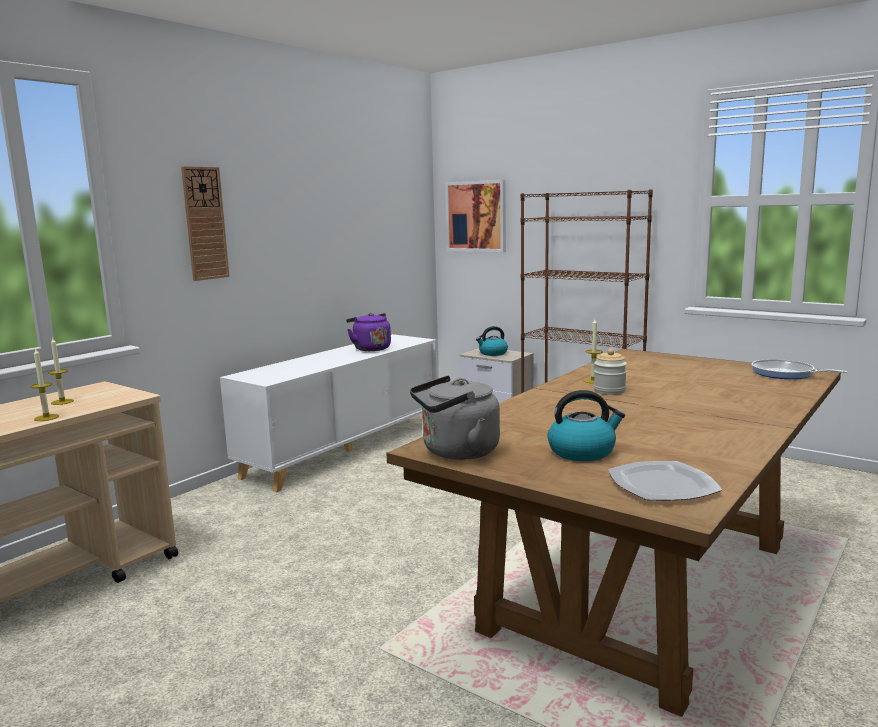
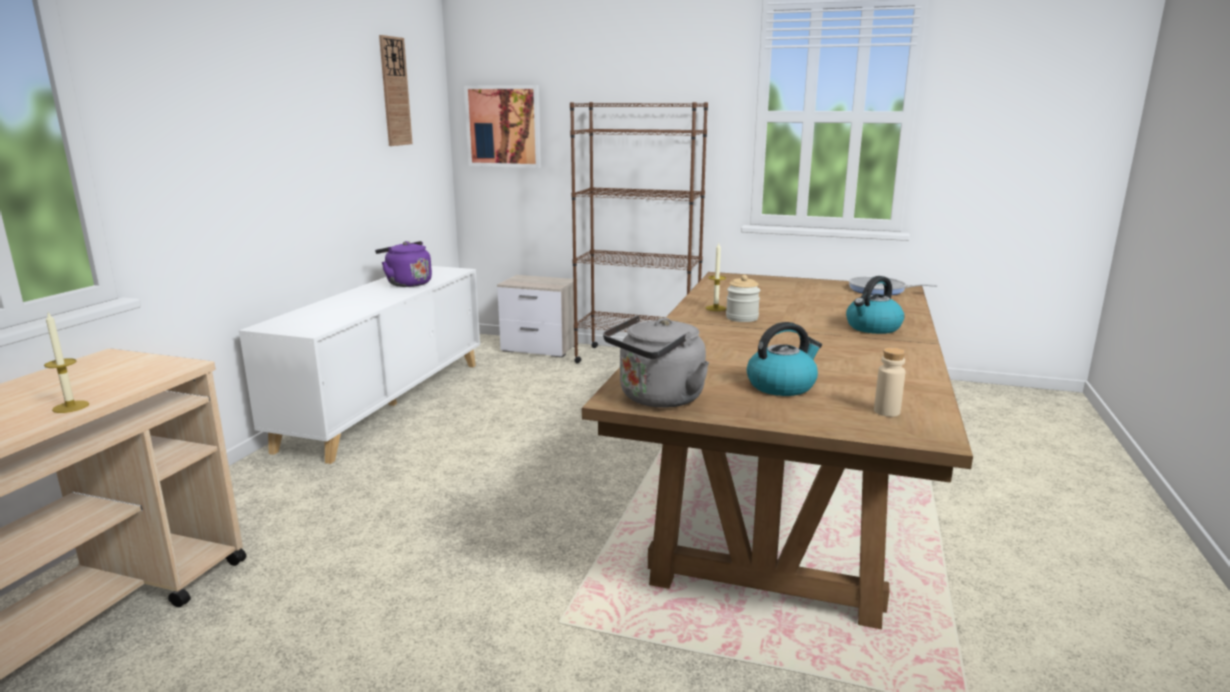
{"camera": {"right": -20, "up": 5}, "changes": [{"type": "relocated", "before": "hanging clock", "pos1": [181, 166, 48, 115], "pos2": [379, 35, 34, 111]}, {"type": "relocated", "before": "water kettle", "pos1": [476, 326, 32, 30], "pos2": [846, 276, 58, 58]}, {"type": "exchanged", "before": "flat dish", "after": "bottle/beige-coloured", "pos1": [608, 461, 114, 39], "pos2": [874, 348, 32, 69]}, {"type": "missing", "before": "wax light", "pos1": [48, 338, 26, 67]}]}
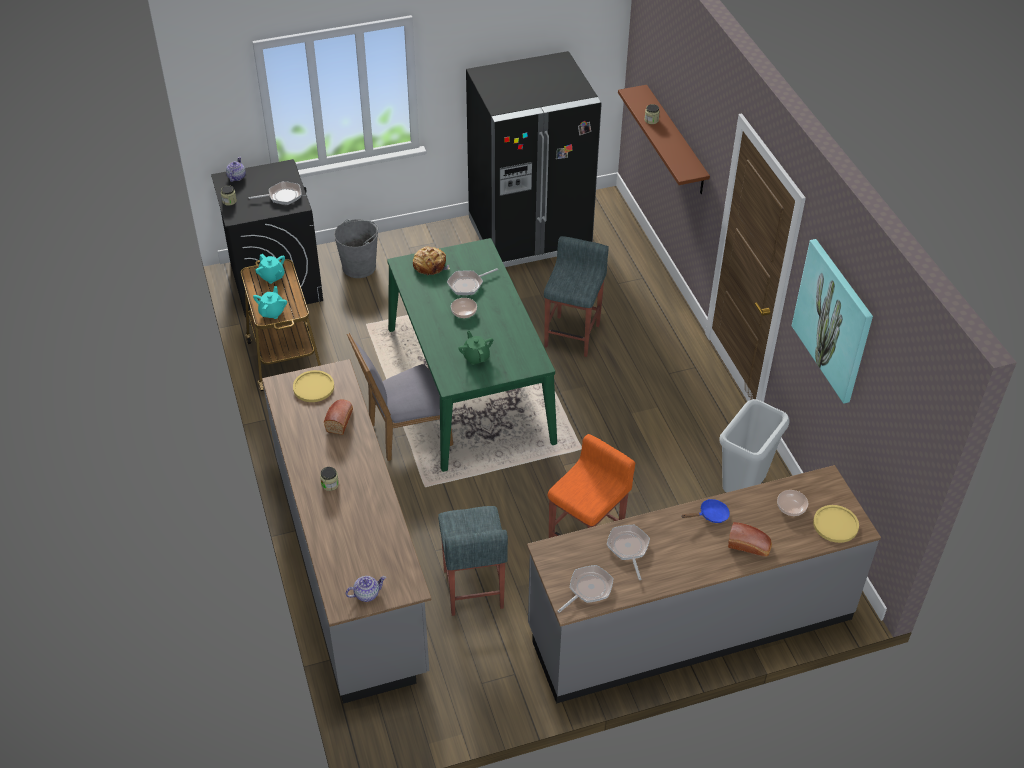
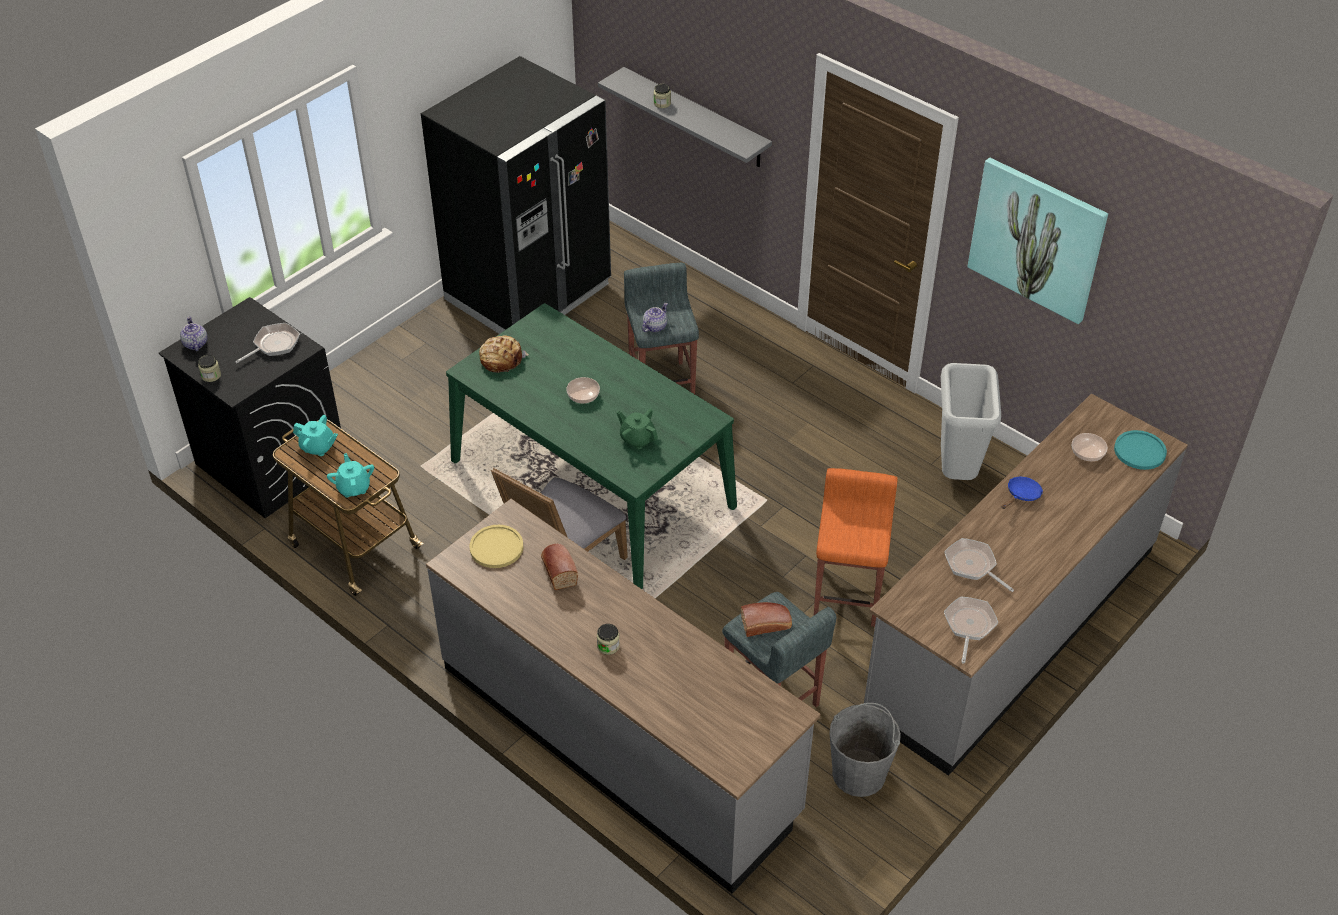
{"camera": {"right": -30, "up": 0}, "changes": [{"type": "colour", "before": "wall shelf/brownish", "after": "wall shelf/grey", "pos1": [618, 85, 92, 109], "pos2": [598, 67, 174, 100]}, {"type": "relocated", "before": "pot for tea", "pos1": [346, 576, 40, 26], "pos2": [642, 303, 26, 29]}, {"type": "relocated", "before": "baked bread", "pos1": [728, 522, 44, 35], "pos2": [741, 602, 51, 35]}, {"type": "relocated", "before": "bucket/grey", "pos1": [334, 219, 44, 59], "pos2": [829, 703, 72, 94]}, {"type": "colour", "before": "flat dish/yellow", "after": "flat dish/turquoise-coloured", "pos1": [813, 505, 46, 38], "pos2": [1114, 430, 53, 40]}, {"type": "missing", "before": "skillet", "pos1": [447, 268, 51, 27]}]}
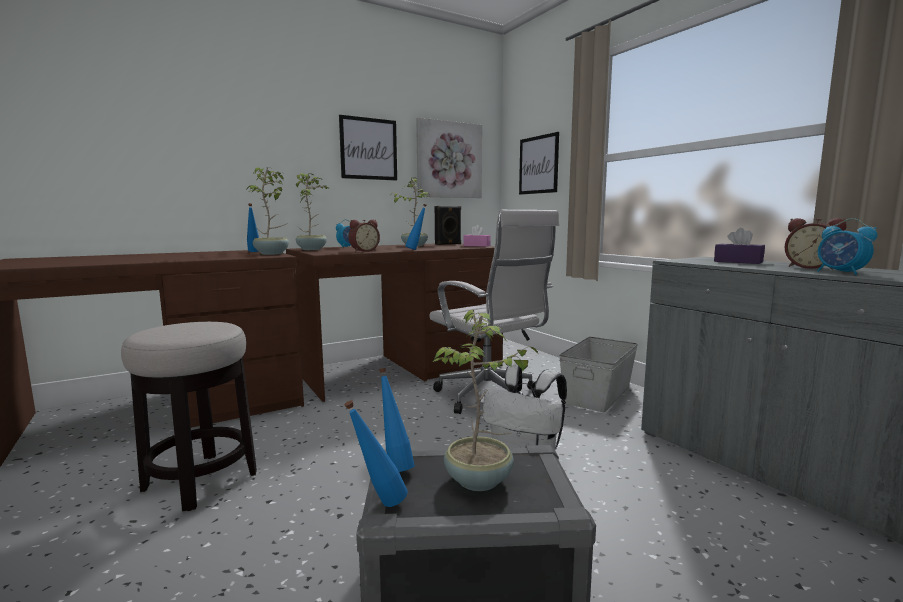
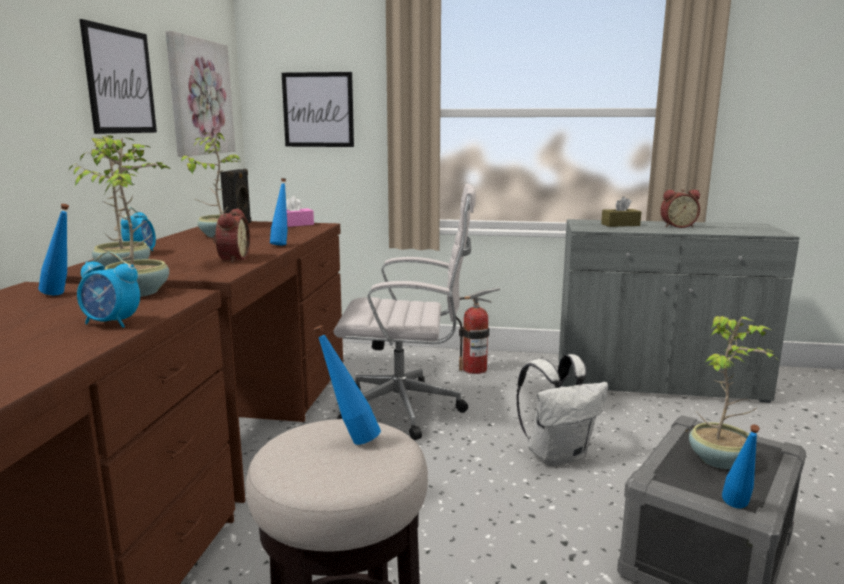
{"camera": {"right": -50, "up": 5}, "changes": [{"type": "relocated", "before": "table clock", "pos1": [817, 218, 60, 57], "pos2": [77, 252, 63, 76]}, {"type": "relocated", "before": "bottle/bluish", "pos1": [379, 368, 36, 104], "pos2": [313, 325, 68, 120]}, {"type": "exchanged", "before": "storage container/grey", "after": "fire-fighting cylinder", "pos1": [559, 337, 79, 75], "pos2": [456, 288, 44, 86]}, {"type": "colour", "before": "tissue box/purple", "after": "tissue box/brownish", "pos1": [714, 228, 51, 36], "pos2": [601, 196, 40, 31]}]}
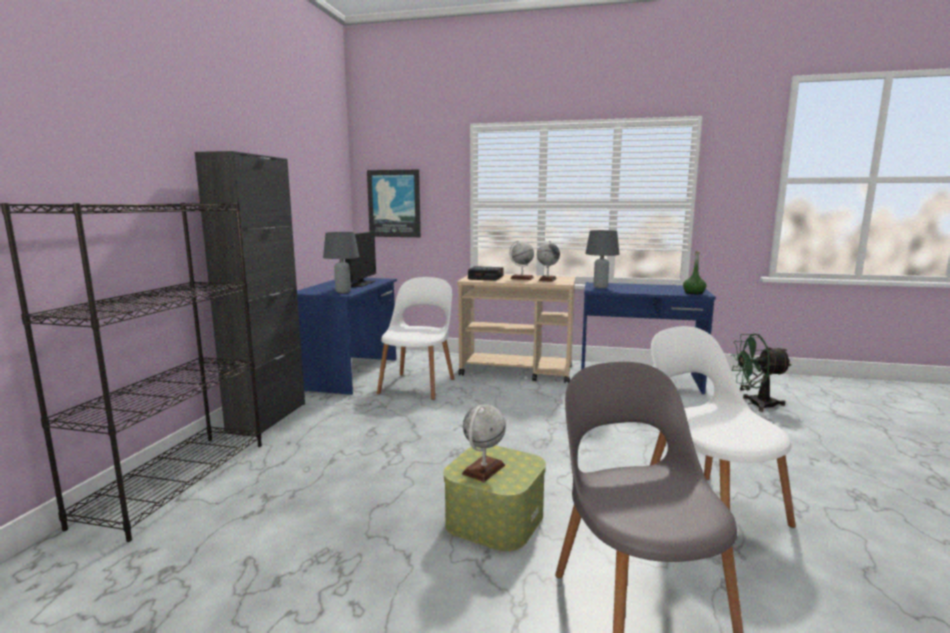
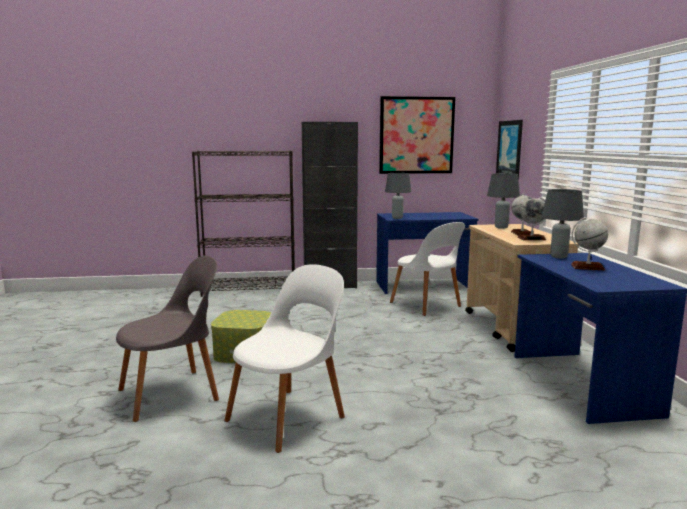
{"camera": {"right": 70, "up": 0}, "changes": [{"type": "appeared", "after": "wall picture", "pos2": [379, 96, 76, 78]}, {"type": "spun", "before": "chair/whitish", "pos1": [377, 277, 77, 123], "pos2": [390, 222, 75, 94], "turn": 60}, {"type": "exchanged", "before": "table clock", "after": "tabletop lamp/grey", "pos1": [468, 266, 36, 15], "pos2": [487, 173, 33, 56]}, {"type": "relocated", "before": "globe", "pos1": [462, 404, 44, 78], "pos2": [571, 217, 37, 53]}, {"type": "missing", "before": "computer screen", "pos1": [345, 232, 31, 55]}, {"type": "missing", "before": "bottle/green", "pos1": [683, 251, 24, 43]}, {"type": "missing", "before": "electric fan/green", "pos1": [731, 334, 61, 78]}]}
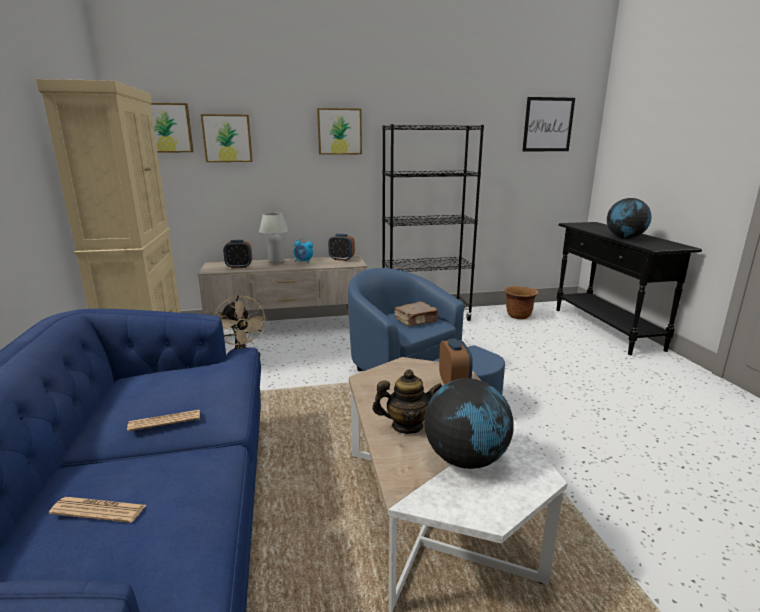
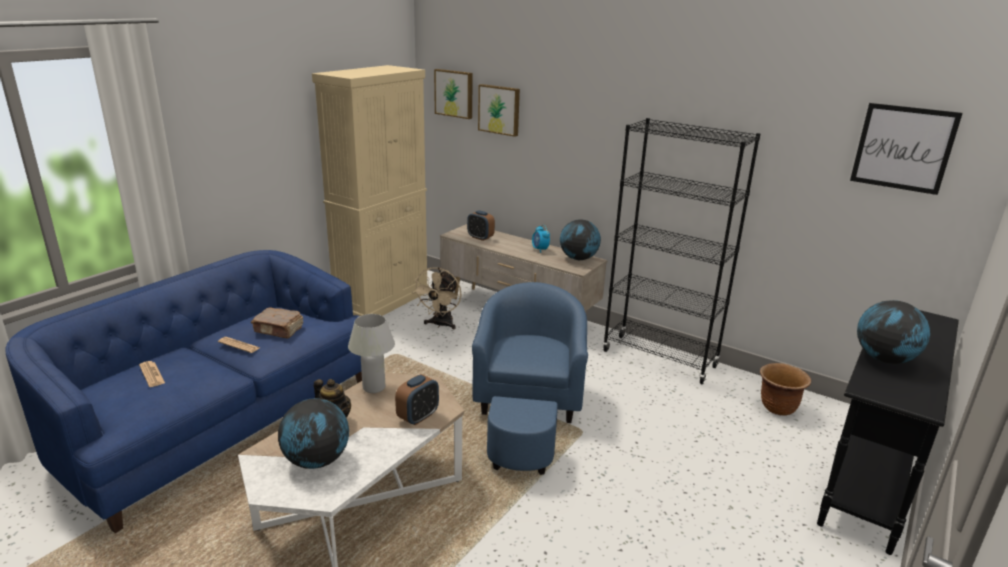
{"camera": {"right": 45, "up": 5}, "changes": [{"type": "relocated", "before": "book/brownish", "pos1": [395, 302, 43, 24], "pos2": [251, 307, 52, 32]}, {"type": "relocated", "before": "tabletop lamp/whitish", "pos1": [259, 213, 30, 51], "pos2": [348, 314, 47, 79]}, {"type": "exchanged", "before": "table clock", "after": "globe", "pos1": [328, 234, 27, 27], "pos2": [560, 219, 41, 41]}, {"type": "missing", "before": "wall picture", "pos1": [317, 108, 45, 47]}]}
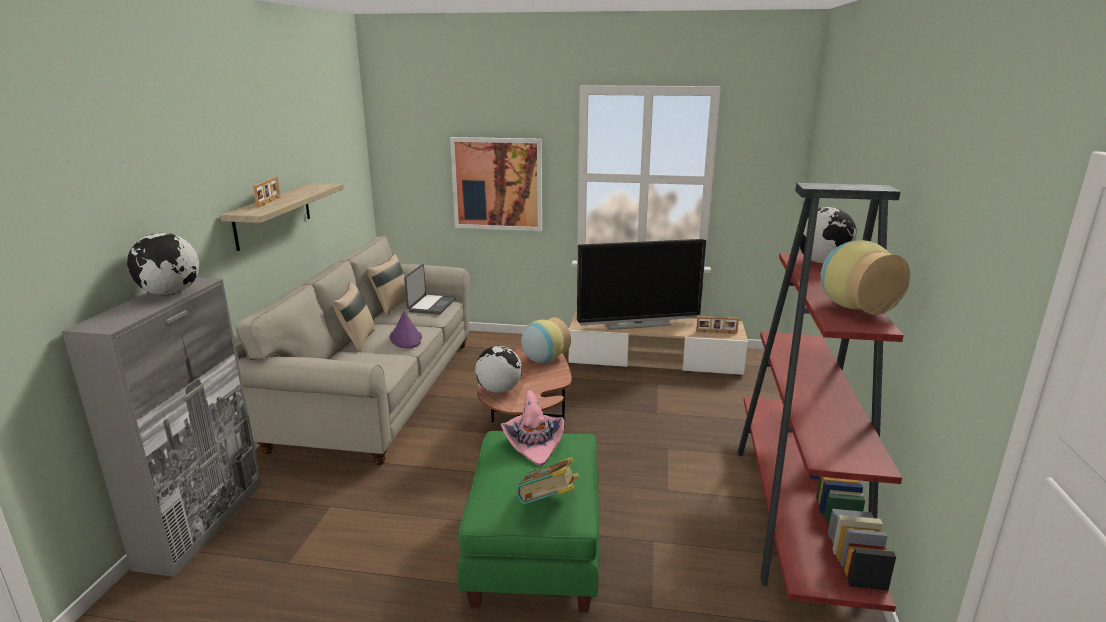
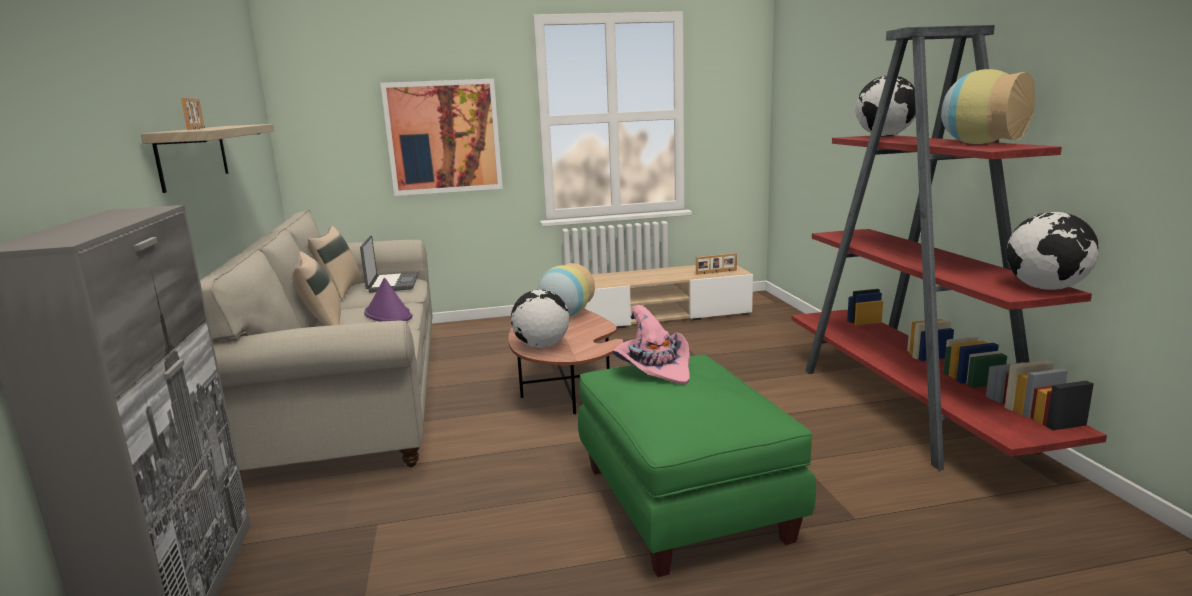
{"camera": {"right": -20, "up": -5}, "changes": [{"type": "relocated", "before": "globe", "pos1": [127, 233, 72, 62], "pos2": [1006, 212, 93, 78]}, {"type": "missing", "before": "book", "pos1": [516, 457, 63, 47]}, {"type": "missing", "before": "TV set", "pos1": [577, 239, 129, 91]}]}
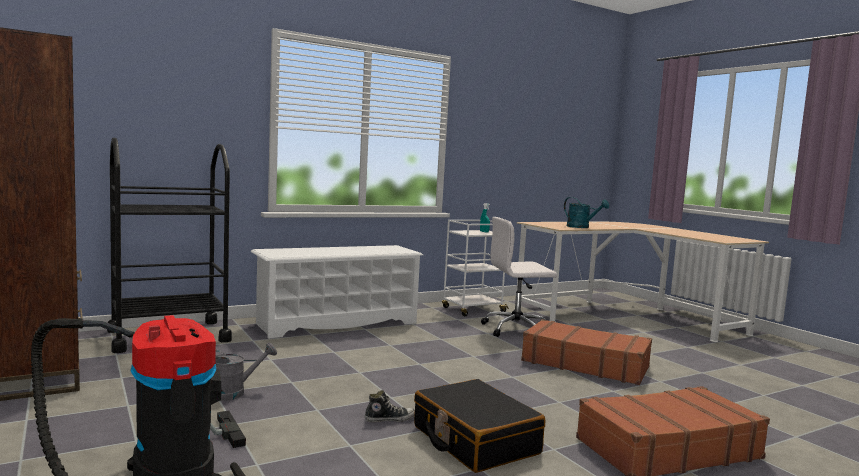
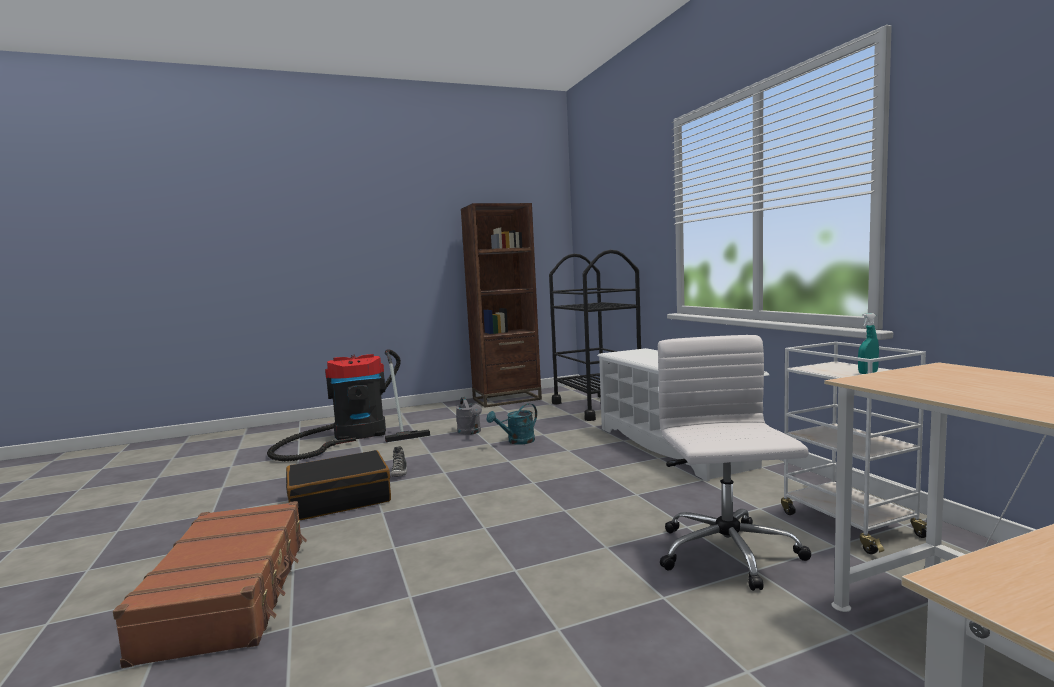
{"camera": {"right": 100, "up": 0}, "changes": [{"type": "relocated", "before": "sprinkling can/turquoise-coloured", "pos1": [564, 197, 45, 31], "pos2": [486, 403, 51, 42]}, {"type": "missing", "before": "suitcase/brownish", "pos1": [521, 319, 131, 66]}]}
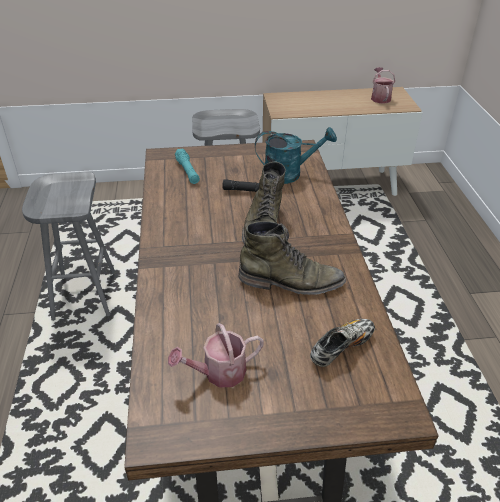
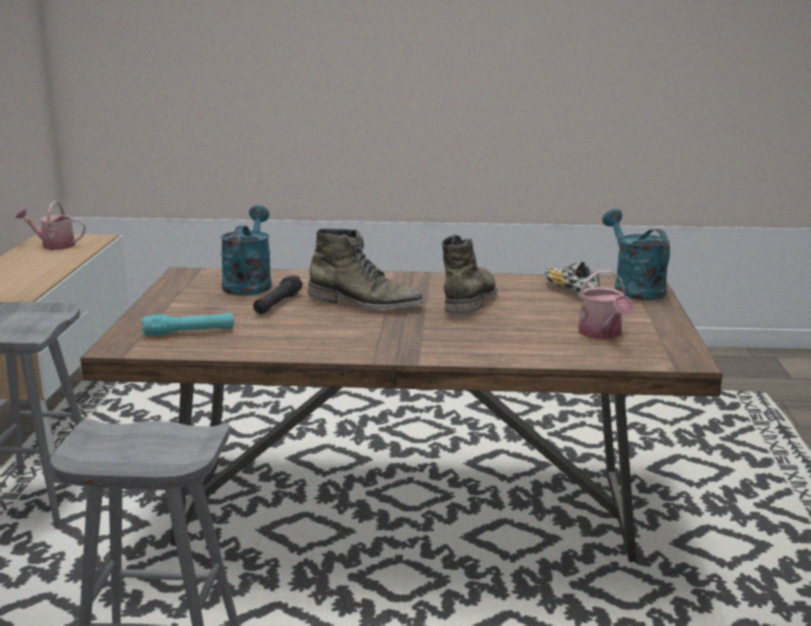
{"camera": {"right": -80, "up": -20}, "changes": [{"type": "appeared", "after": "sprinkling can/turquoise-coloured", "pos2": [602, 209, 68, 91]}]}
